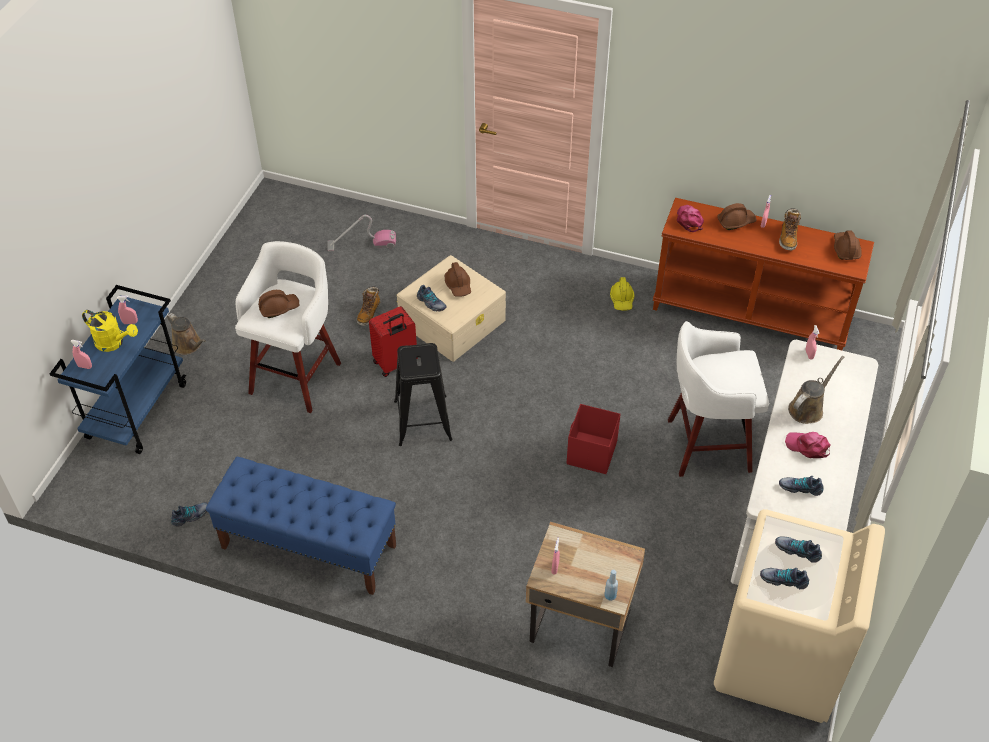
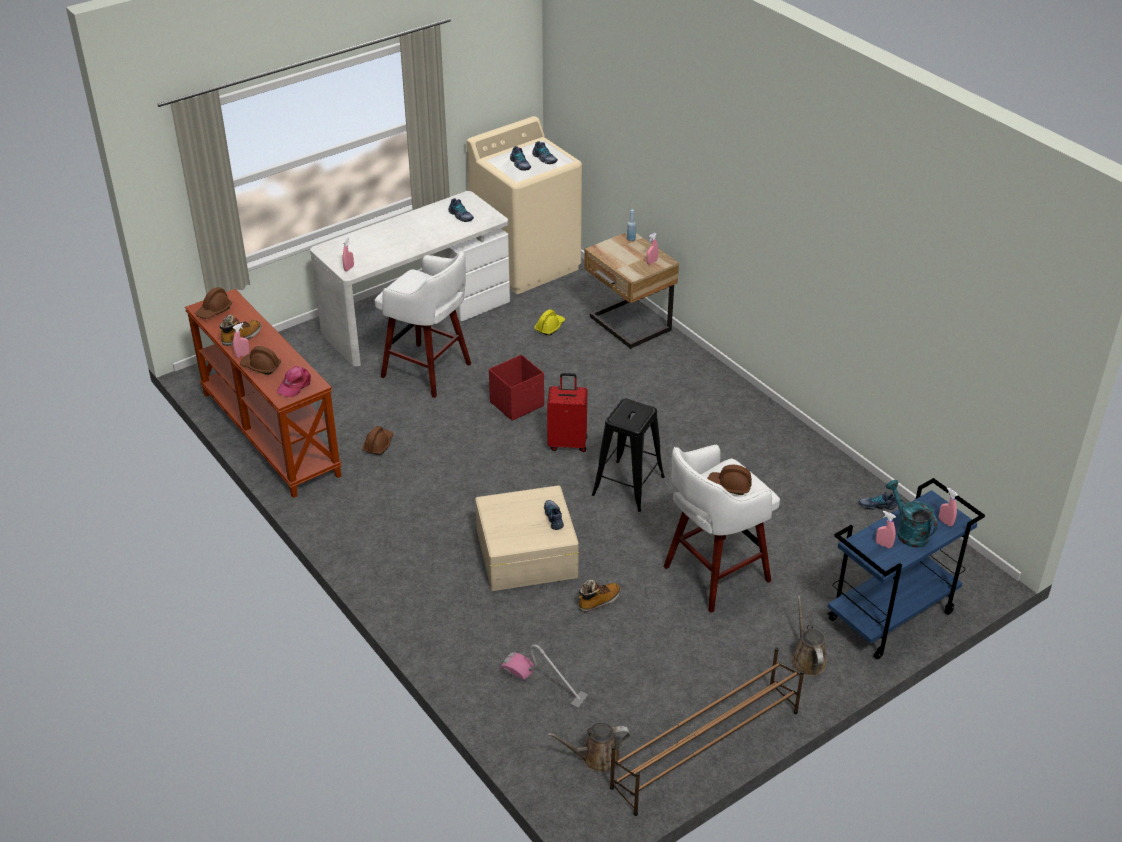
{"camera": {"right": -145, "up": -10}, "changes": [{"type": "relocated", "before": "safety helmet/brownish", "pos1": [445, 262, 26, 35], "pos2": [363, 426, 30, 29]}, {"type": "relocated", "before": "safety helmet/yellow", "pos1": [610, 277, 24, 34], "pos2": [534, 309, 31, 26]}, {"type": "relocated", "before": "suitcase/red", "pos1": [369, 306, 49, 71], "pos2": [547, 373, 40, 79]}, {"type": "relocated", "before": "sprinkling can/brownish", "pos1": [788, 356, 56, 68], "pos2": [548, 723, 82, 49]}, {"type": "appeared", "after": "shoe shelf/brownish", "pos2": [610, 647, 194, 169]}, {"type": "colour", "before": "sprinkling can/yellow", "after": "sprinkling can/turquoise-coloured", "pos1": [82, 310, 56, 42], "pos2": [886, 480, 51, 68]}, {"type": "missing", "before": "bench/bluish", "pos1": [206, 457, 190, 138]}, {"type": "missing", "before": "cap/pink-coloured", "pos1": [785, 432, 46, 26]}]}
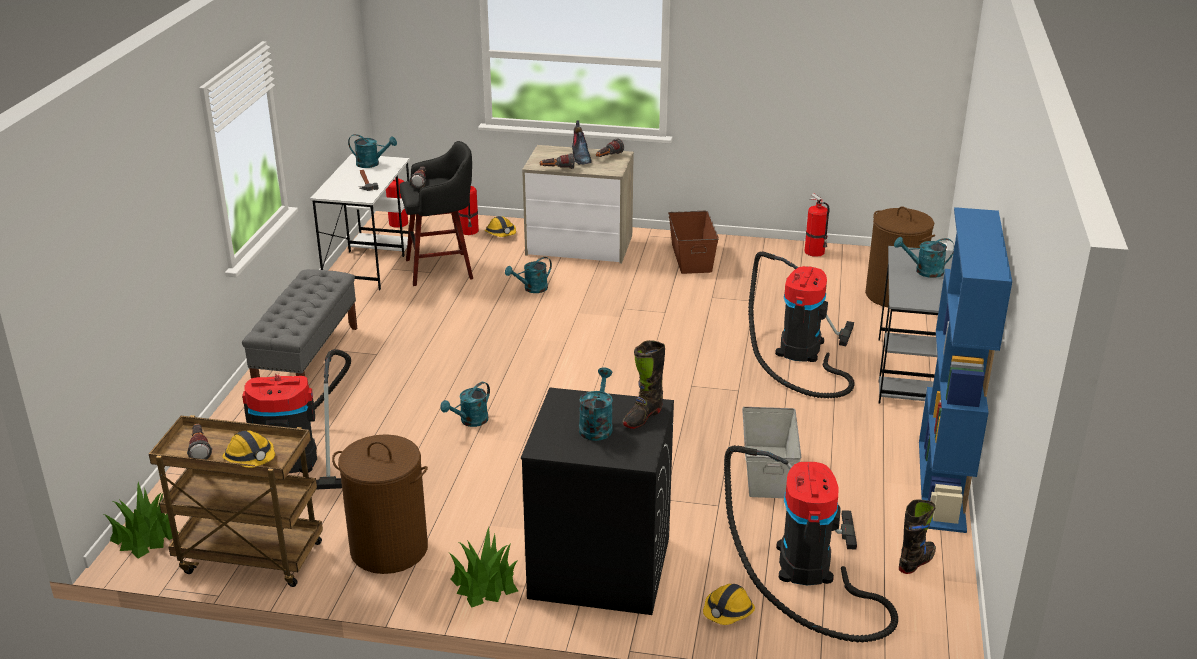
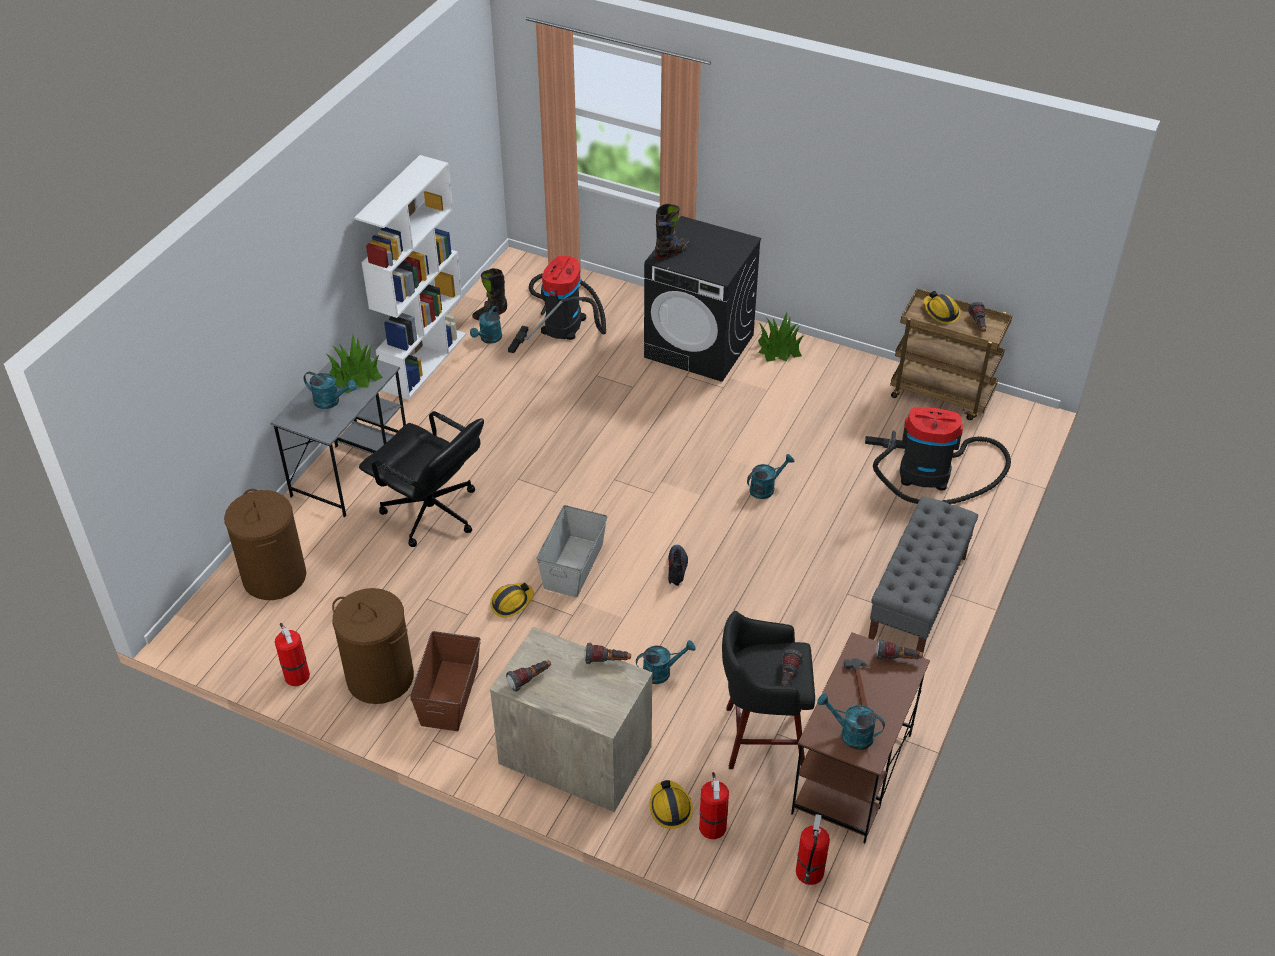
{"camera": {"right": -165, "up": 15}, "changes": [{"type": "relocated", "before": "houseplant", "pos1": [104, 482, 75, 77], "pos2": [325, 334, 58, 60]}, {"type": "relocated", "before": "laundry basket/brownish", "pos1": [332, 434, 96, 140], "pos2": [332, 588, 82, 116]}, {"type": "colour", "before": "bookshelf/bluish", "after": "bookshelf/whitish", "pos1": [919, 207, 93, 326], "pos2": [354, 155, 112, 245]}, {"type": "exchanged", "before": "vacuum cleaner", "after": "office chair/black-coloured", "pos1": [748, 251, 107, 147], "pos2": [359, 411, 125, 136]}, {"type": "relocated", "before": "sprinkling can/turquoise-coloured", "pos1": [579, 368, 34, 73], "pos2": [470, 306, 32, 38]}, {"type": "relocated", "before": "safety helmet", "pos1": [703, 584, 52, 41], "pos2": [490, 582, 44, 36]}, {"type": "relocated", "before": "storage container/grey", "pos1": [742, 407, 59, 91], "pos2": [536, 505, 71, 92]}, {"type": "relocated", "before": "boot", "pos1": [572, 120, 20, 45], "pos2": [668, 545, 20, 41]}, {"type": "colour", "before": "desk table/whitish", "after": "desk table/brownish", "pos1": [310, 154, 104, 136], "pos2": [791, 632, 139, 212]}, {"type": "appeared", "after": "torch", "pos2": [876, 639, 47, 21]}]}
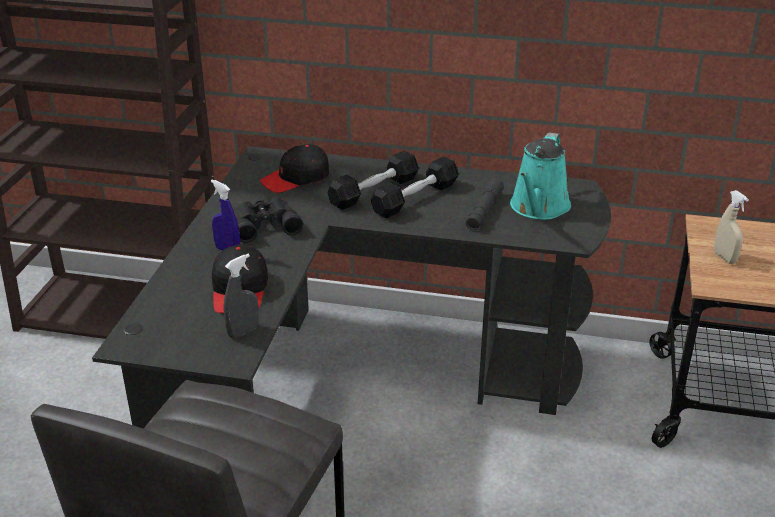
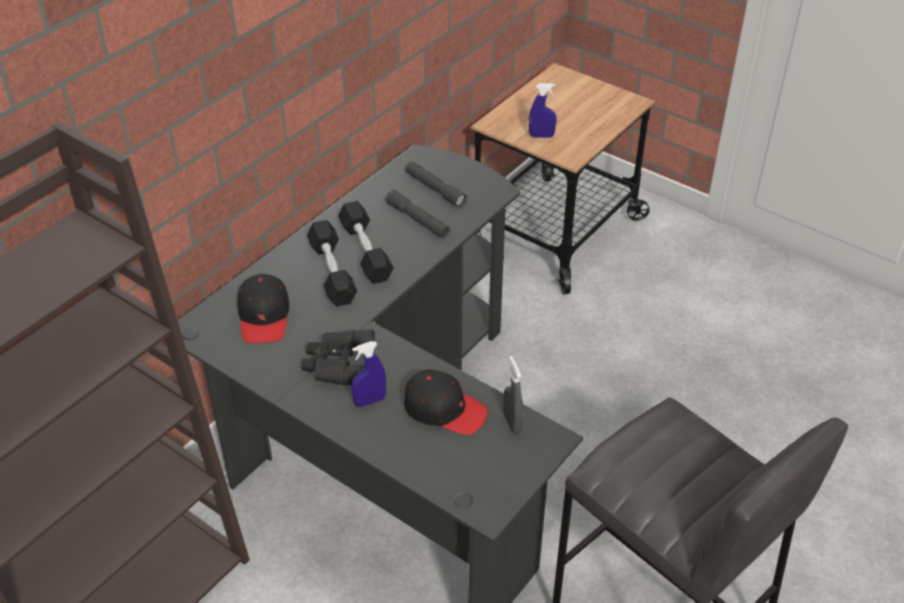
{"camera": {"right": -65, "up": 10}, "changes": [{"type": "exchanged", "before": "sprinkling can/turquoise-coloured", "after": "torch/grey", "pos1": [510, 133, 61, 87], "pos2": [405, 162, 62, 46]}, {"type": "colour", "before": "sprayer/beige-coloured", "after": "sprayer/bluish", "pos1": [714, 190, 35, 74], "pos2": [529, 83, 27, 55]}]}
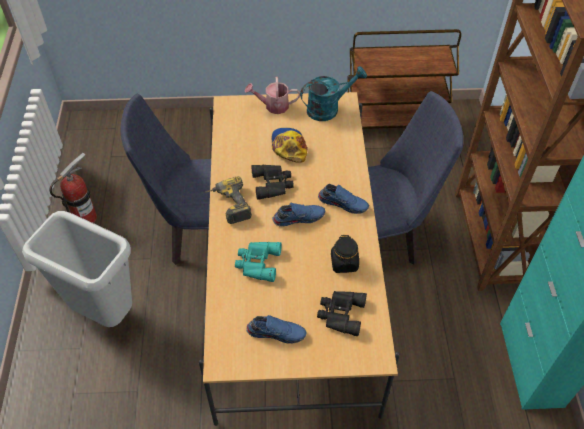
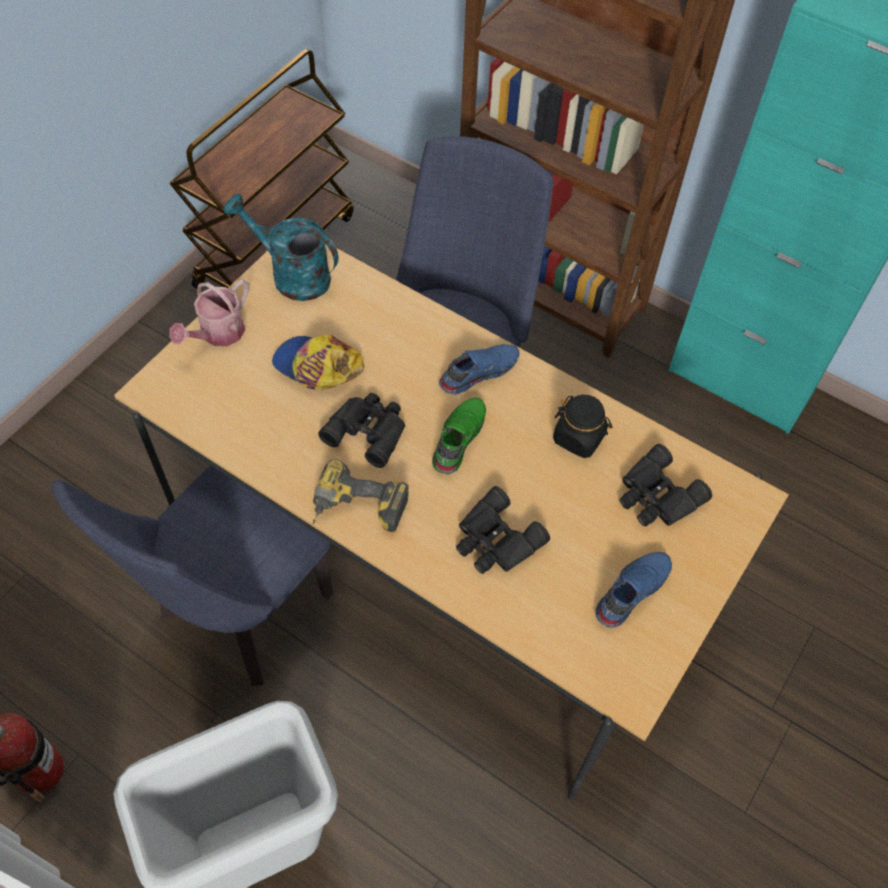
{"camera": {"right": -55, "up": 5}, "changes": [{"type": "spun", "before": "sprinkling can/turquoise-coloured", "pos1": [300, 66, 67, 55], "pos2": [224, 194, 115, 107], "turn": -75}, {"type": "colour", "before": "shoe/bluish", "after": "shoe/green", "pos1": [272, 203, 53, 24], "pos2": [432, 397, 54, 77]}, {"type": "colour", "before": "binoculars/turquoise-coloured", "after": "binoculars/black-coloured", "pos1": [235, 242, 47, 40], "pos2": [456, 486, 94, 88]}]}
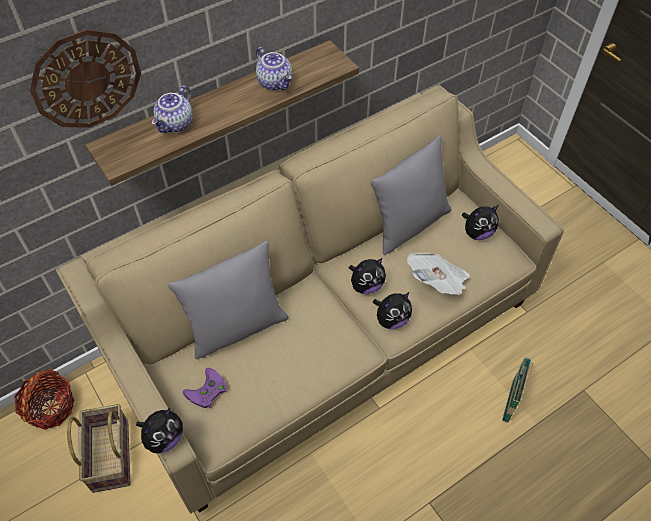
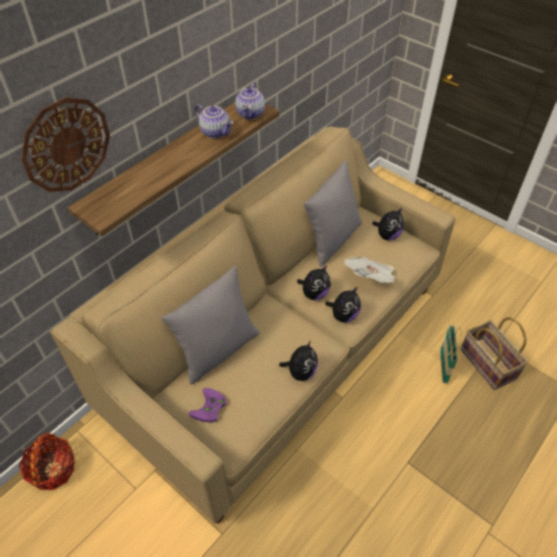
{"camera": {"right": -15, "up": -5}, "changes": [{"type": "relocated", "before": "pot for tea", "pos1": [152, 85, 41, 48], "pos2": [235, 82, 30, 37]}, {"type": "relocated", "before": "cuddly toy", "pos1": [136, 408, 47, 45], "pos2": [279, 341, 39, 40]}, {"type": "relocated", "before": "basket", "pos1": [67, 404, 63, 89], "pos2": [460, 317, 68, 73]}]}
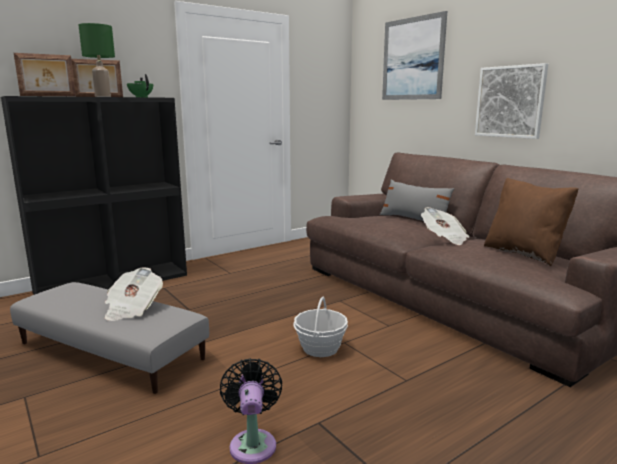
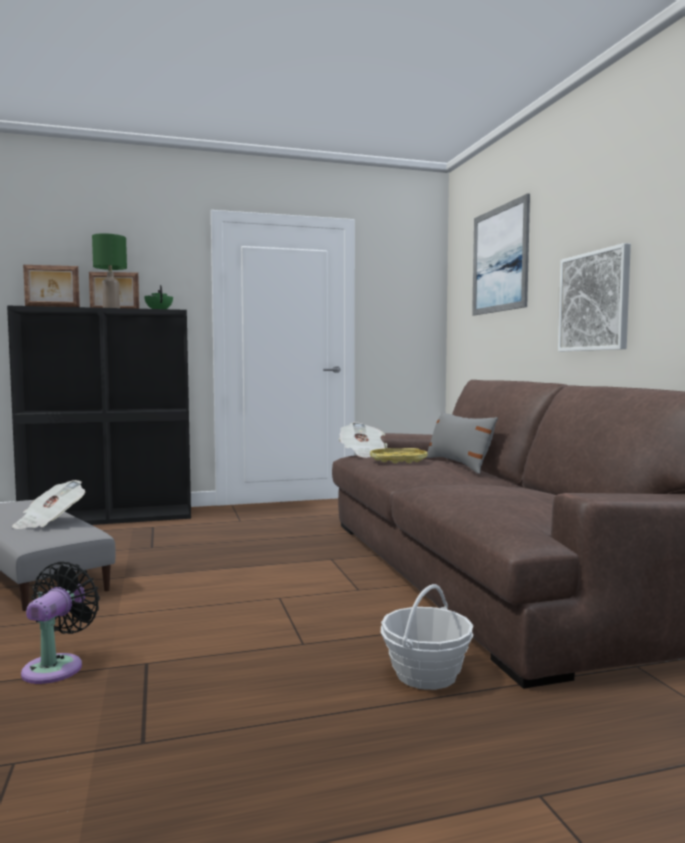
{"camera": {"right": 20, "up": -10}, "changes": [{"type": "relocated", "before": "printed paper", "pos1": [421, 207, 49, 38], "pos2": [339, 422, 48, 36]}, {"type": "appeared", "after": "serving tray/yellow", "pos2": [370, 448, 57, 15]}, {"type": "relocated", "before": "basket", "pos1": [293, 297, 55, 60], "pos2": [381, 584, 92, 106]}, {"type": "missing", "before": "pillow/brownish", "pos1": [484, 177, 95, 89]}]}
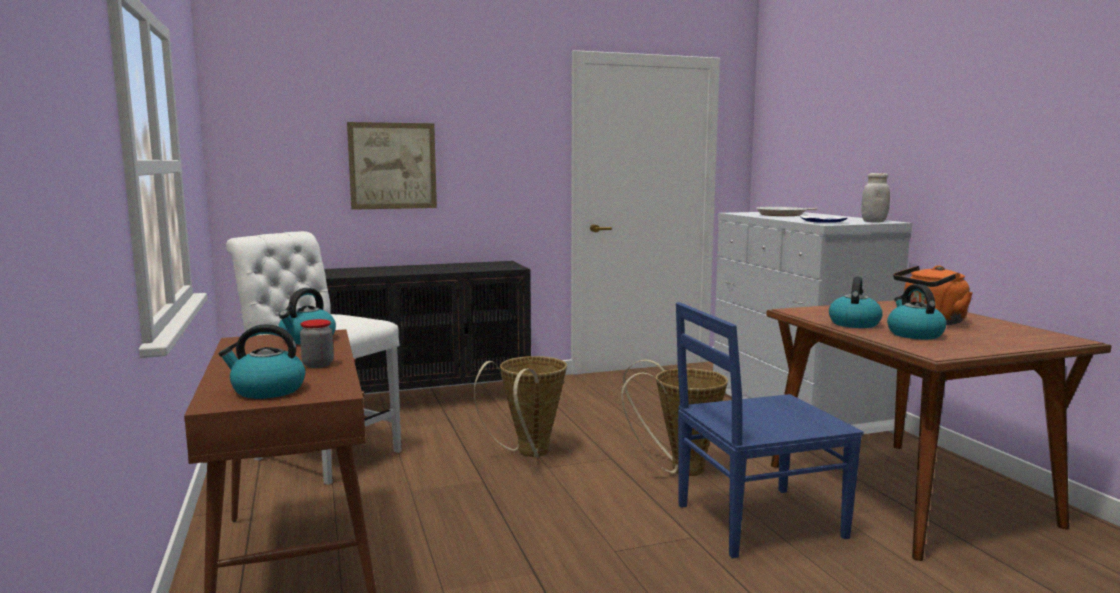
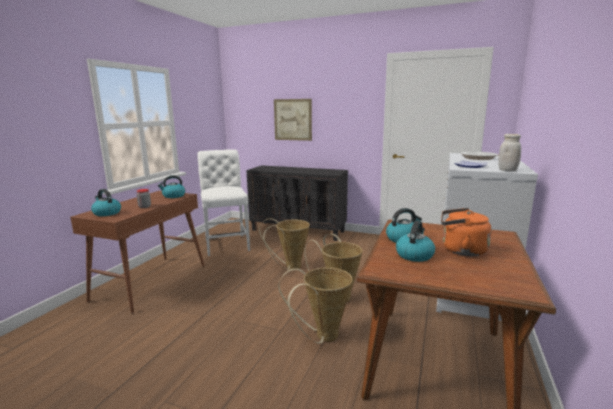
{"camera": {"right": 40, "up": 5}, "changes": [{"type": "exchanged", "before": "chair/bluish", "after": "basket", "pos1": [676, 302, 188, 256], "pos2": [278, 267, 75, 77]}]}
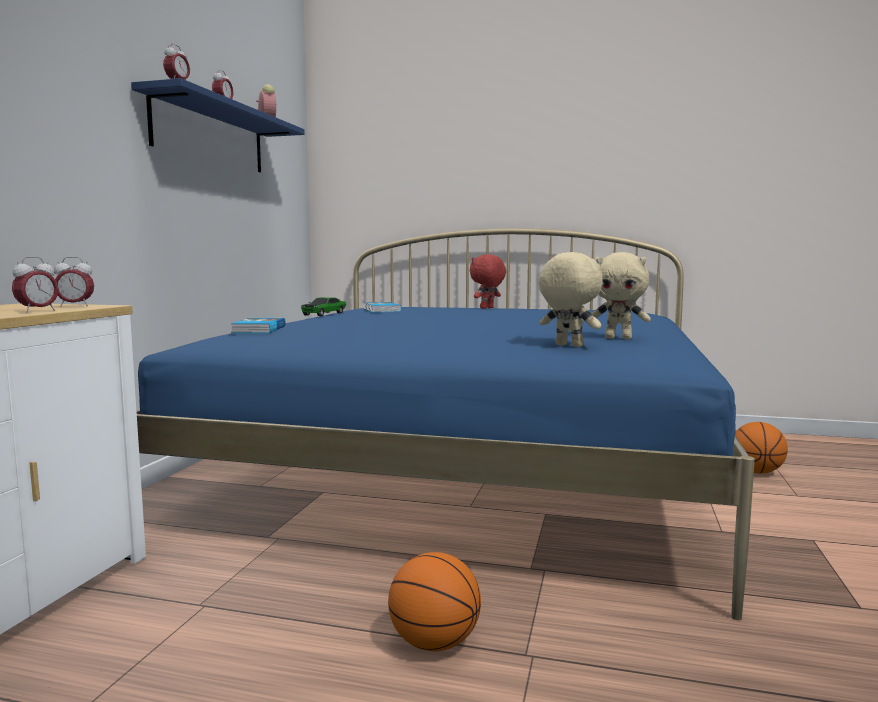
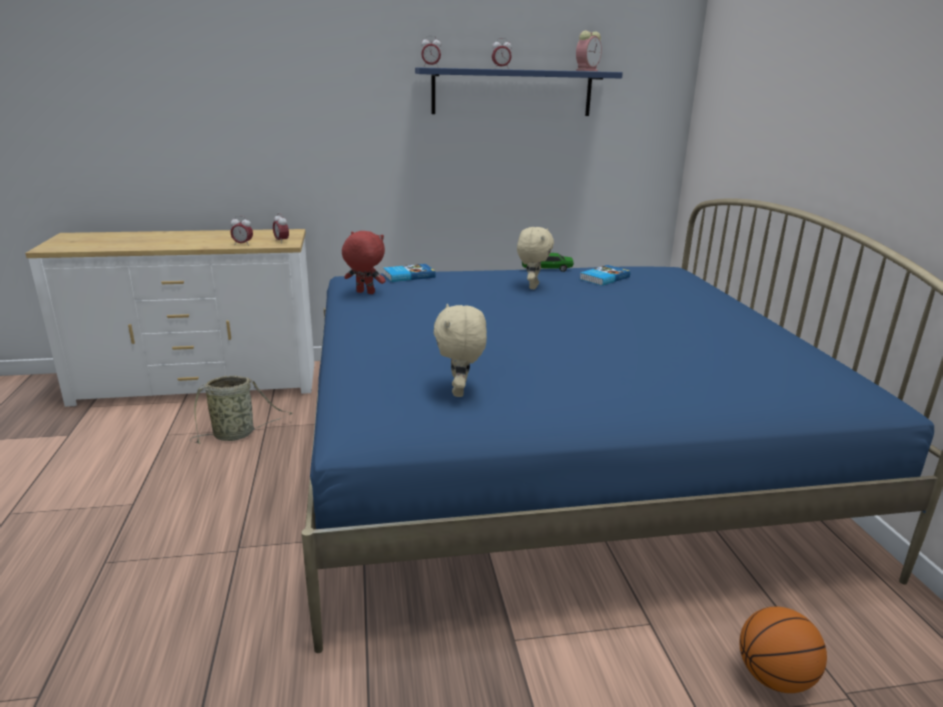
{"camera": {"right": 65, "up": 15}, "changes": [{"type": "appeared", "after": "basket", "pos2": [190, 376, 102, 68]}, {"type": "relocated", "before": "cuddly toy/red", "pos1": [470, 254, 36, 55], "pos2": [342, 231, 43, 63]}, {"type": "relocated", "before": "cuddly toy/beige-coloured", "pos1": [539, 252, 64, 95], "pos2": [517, 227, 37, 62]}, {"type": "missing", "before": "basketball", "pos1": [388, 552, 93, 99]}]}
